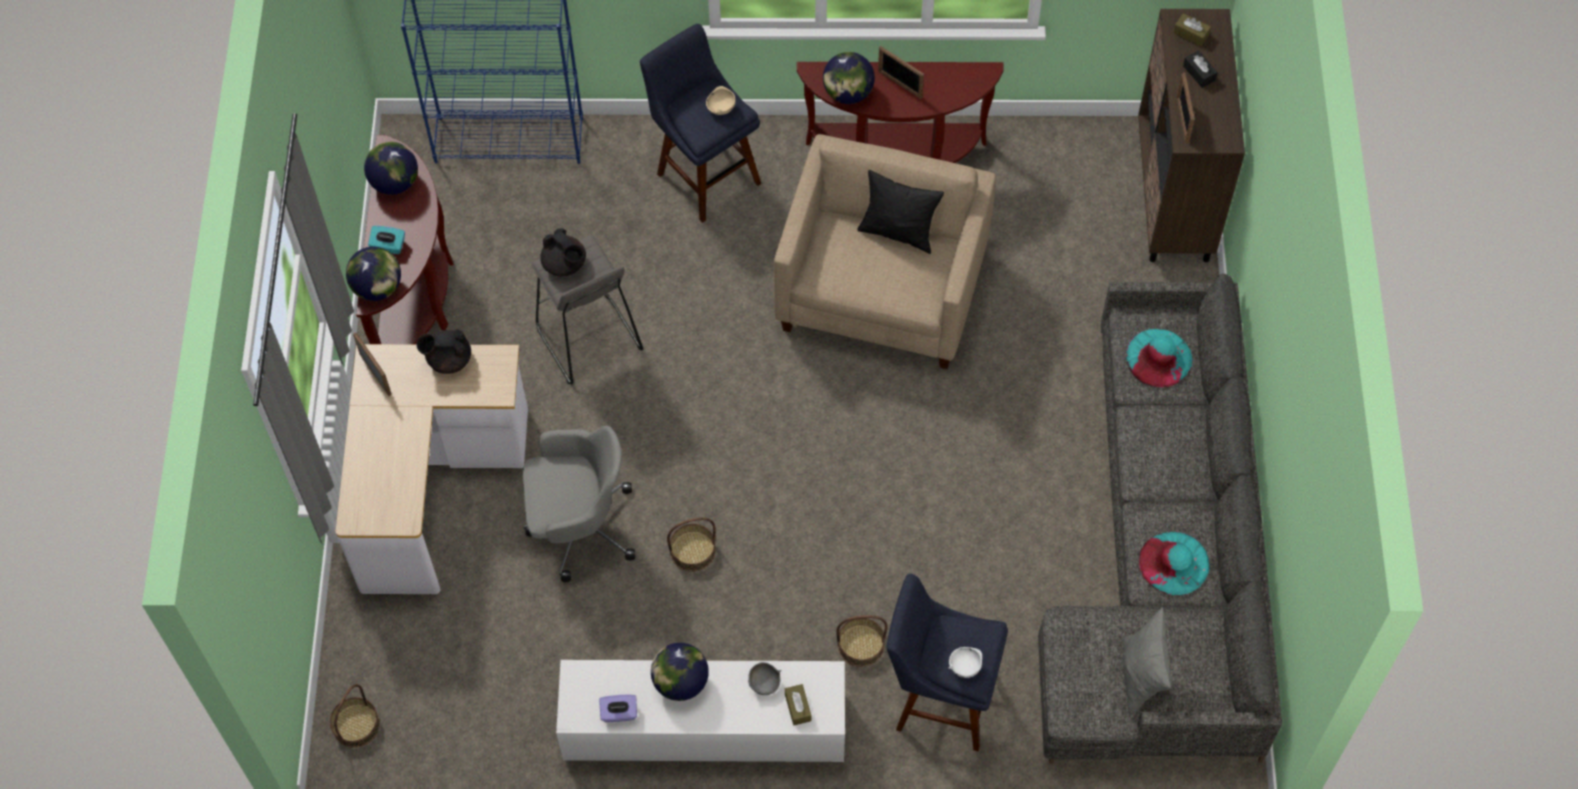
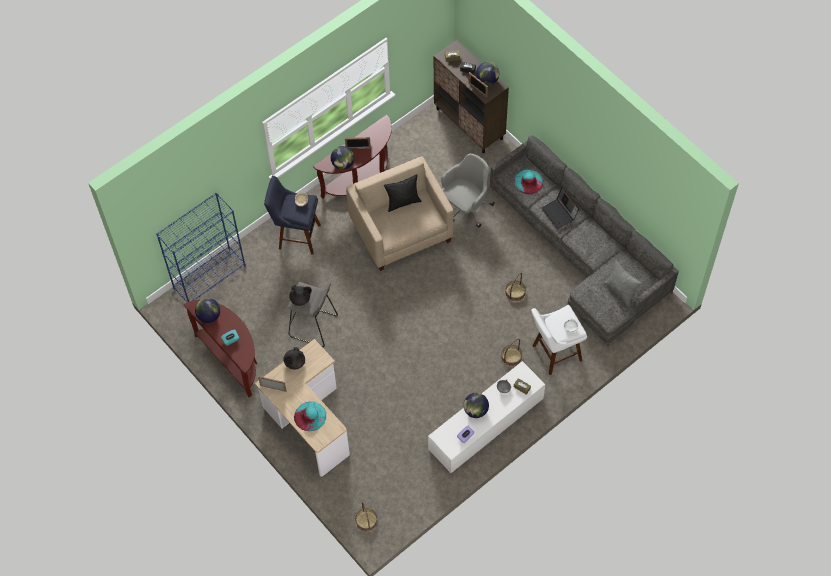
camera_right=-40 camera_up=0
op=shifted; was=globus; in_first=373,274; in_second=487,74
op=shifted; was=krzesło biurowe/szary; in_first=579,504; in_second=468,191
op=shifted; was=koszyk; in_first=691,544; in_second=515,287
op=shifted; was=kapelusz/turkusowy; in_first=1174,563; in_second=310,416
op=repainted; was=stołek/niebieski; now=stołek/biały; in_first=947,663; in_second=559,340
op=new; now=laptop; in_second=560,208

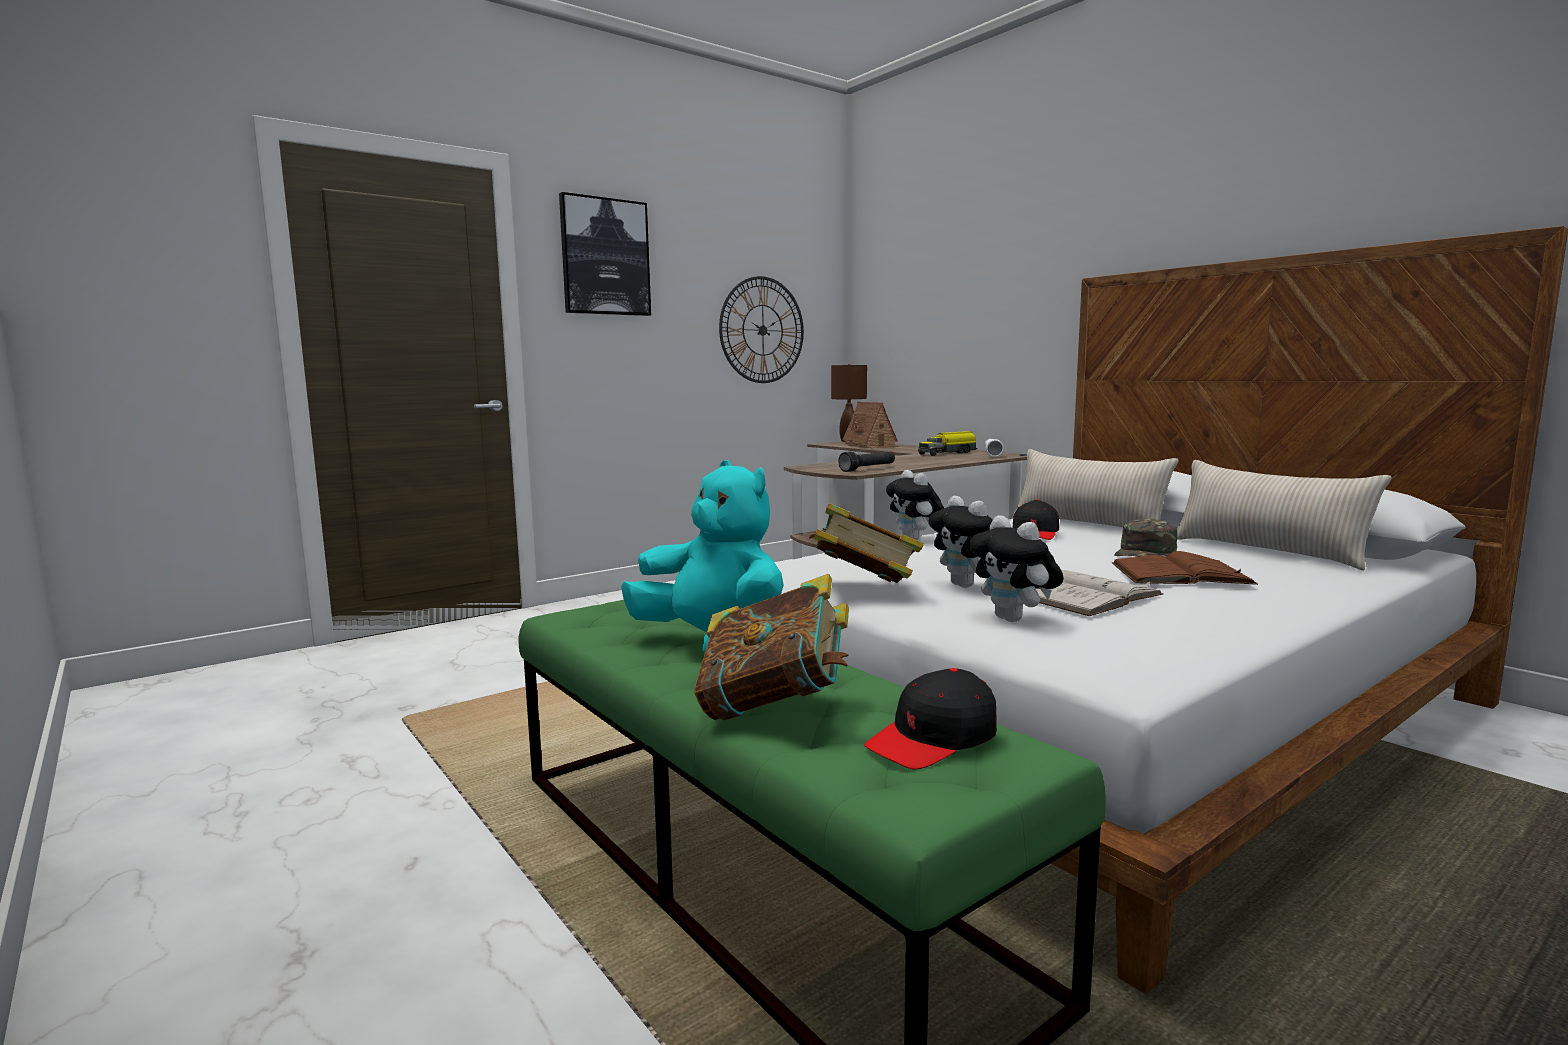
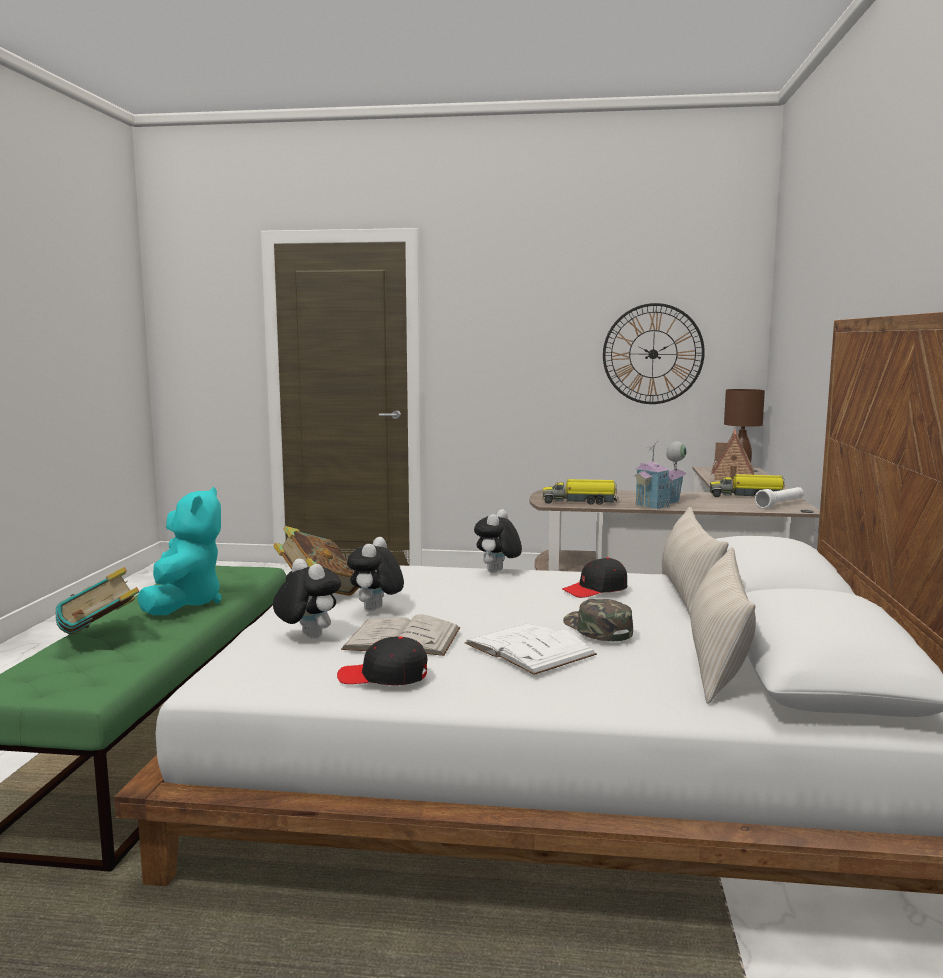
camera_right=45 camera_up=0
op=gone; was=obraz; in_first=605,254
op=swapped; was=latarka/czarny; now=ciężarówka zabawkowa; in_first=866,461; in_second=581,492
op=rotated; was=pluszak; in_first=1016,568; in_second=307,598; clockwise=120
op=rotated; was=czapka z daszkiem/zielony; in_first=1145,538; in_second=598,620; clockwise=75
op=repainted; was=książka/brązowy; now=książka/biały; in_first=1185,568; in_second=531,649
op=shifted; was=czapka z daszkiem/czarny; in_first=930,718; in_second=382,660
op=new; now=domek; in_second=660,474

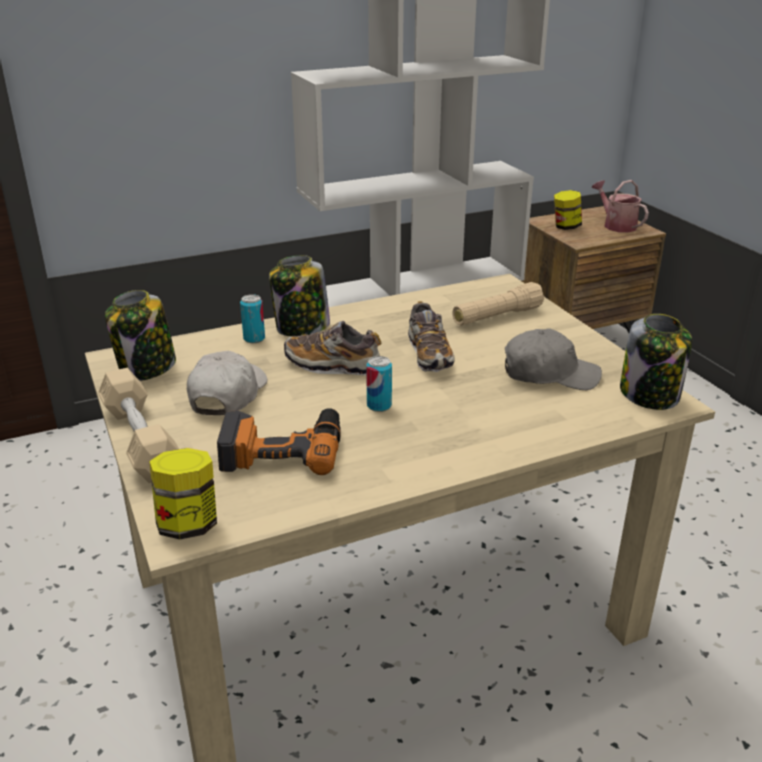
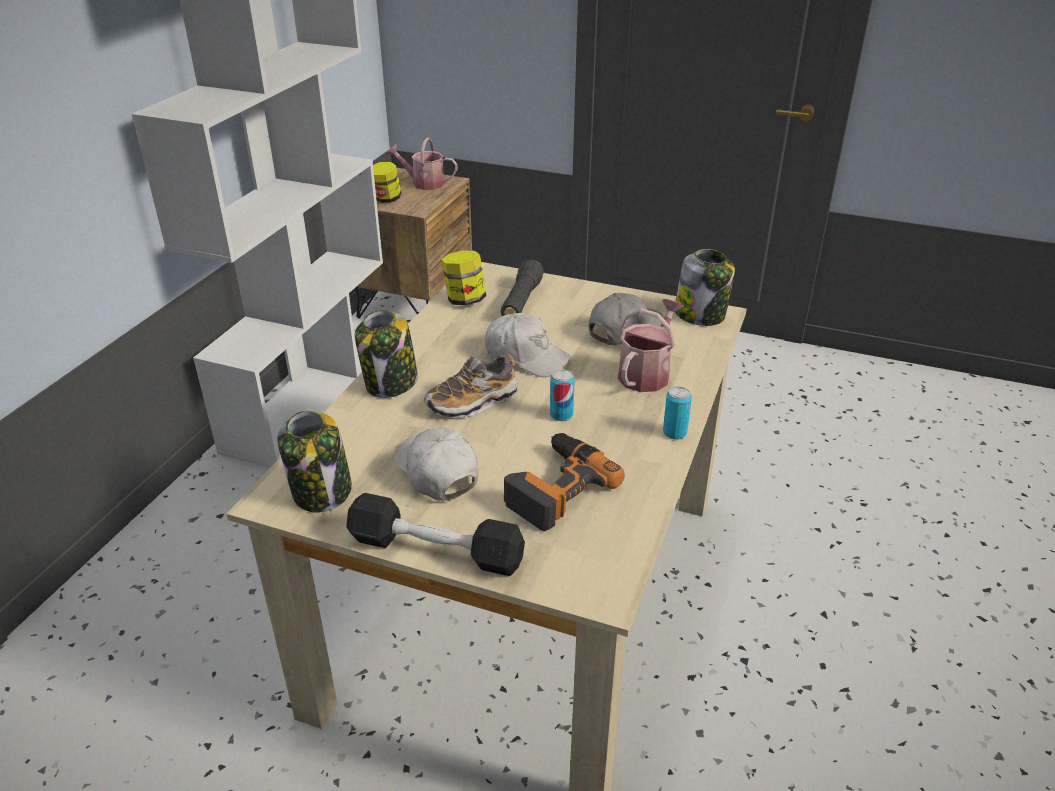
camera_right=-45 camera_up=5
op=repainted; was=latarka/beżowy; now=latarka/czarny; in_first=498,304; in_second=522,288
op=shifted; was=puszka; in_first=252,318; in_second=677,413
op=swapped; was=but; now=czapka z daszkiem/biały; in_first=431,336; in_second=528,345
op=repainted; was=hantel/beżowy; now=hantel/czarny; in_first=138,425; in_second=435,534
op=shifted; was=słoik; in_first=183,493; in_second=463,278
op=new; now=konewka; in_second=651,345

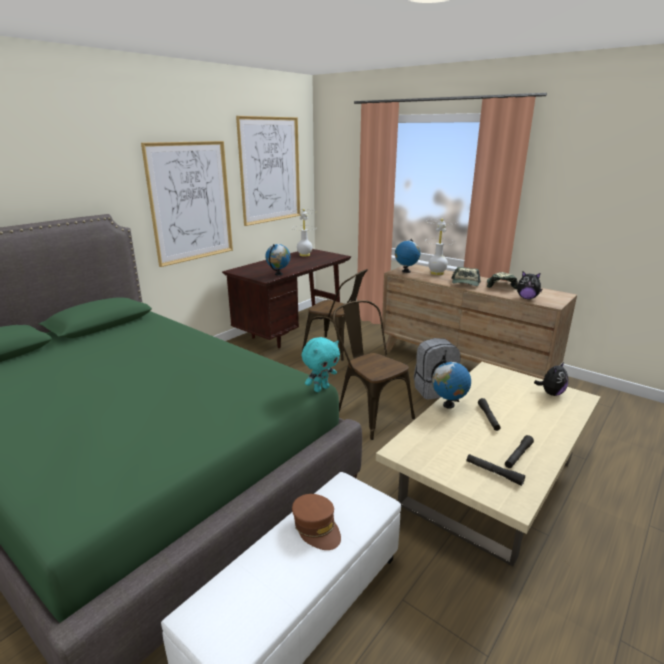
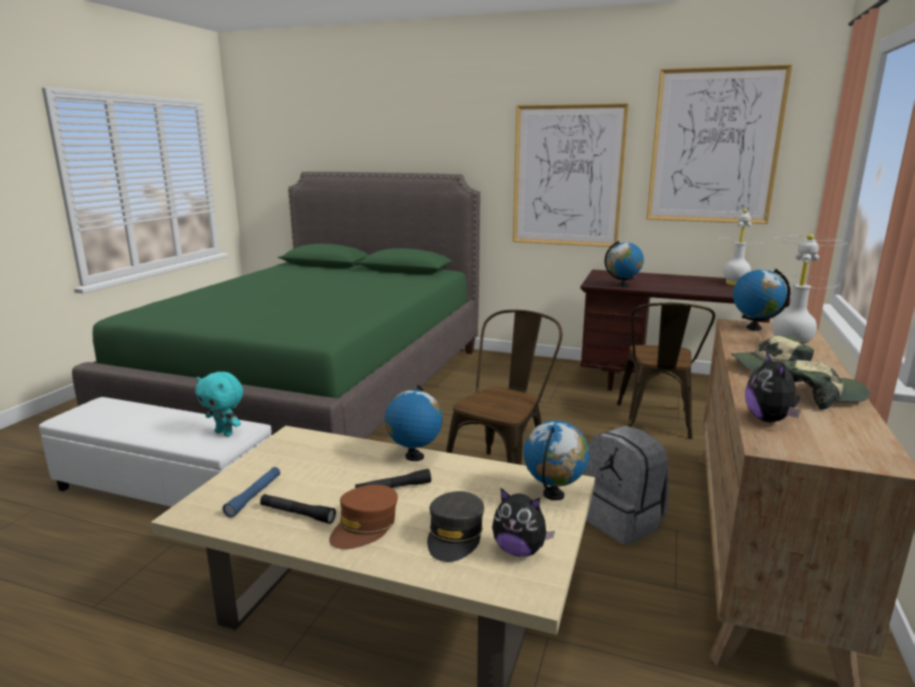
camera_right=70 camera_up=-5
op=shifted; was=pluszak/turkusowy; in_first=321,364; in_second=219,404
op=repainted; was=latarka/czarny; now=latarka/niebieski; in_first=496,470; in_second=251,492
op=shifted; was=czapka z daszkiem/brązowy; in_first=316,522; in_second=363,517
op=new; now=globus; in_second=556,460
op=new; now=czapka z daszkiem/szary; in_second=455,526

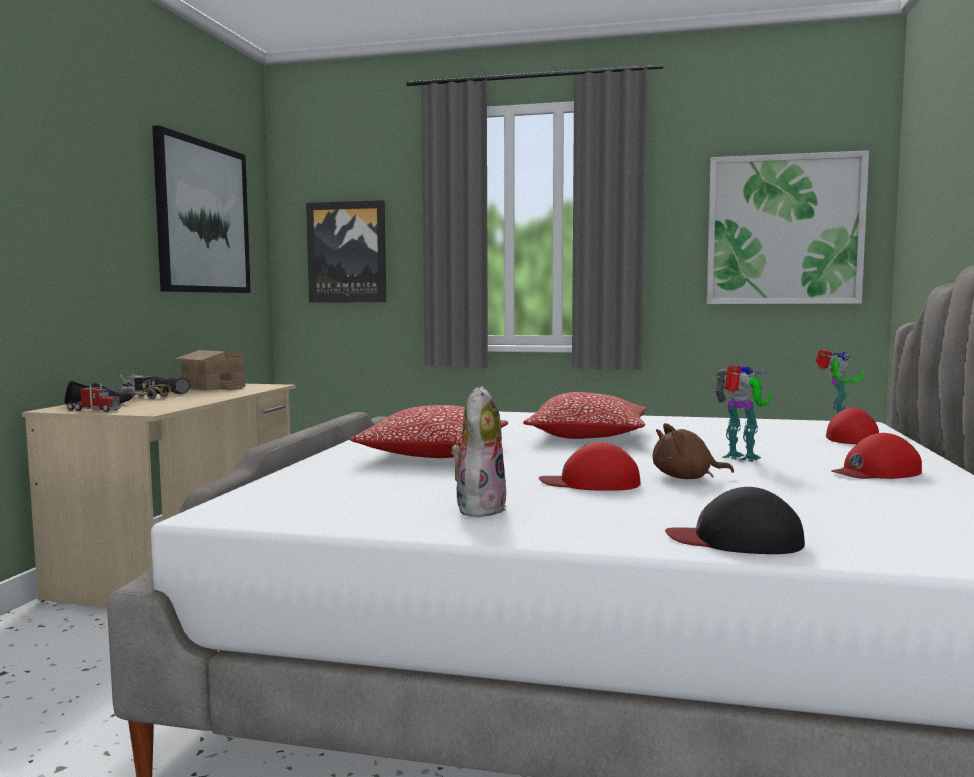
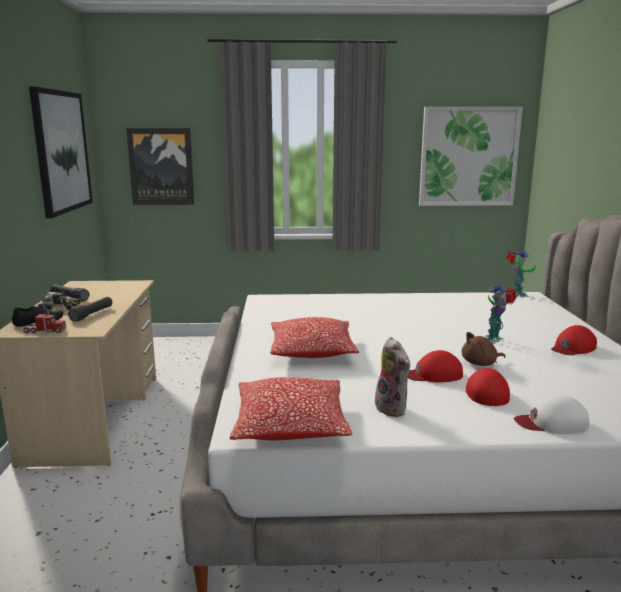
camera_right=-15 camera_up=10
op=gone; was=domek; in_first=211,370
op=rotated; was=robot zabawkowy; in_first=743,414; in_second=500,314; clockwise=-75
op=rotated; was=pluszak; in_first=479,451; in_second=392,377; clockwise=150
op=shifted; was=poduszka; in_first=584,415; in_second=291,408
op=shifted; was=czapka z daszkiem/czerwony; in_first=852,426; in_second=487,387
op=repainted; was=czapka z daszkiem/czarny; now=czapka z daszkiem/biały; in_first=735,520; in_second=551,414
op=new; now=latarka/czarny; in_second=90,309

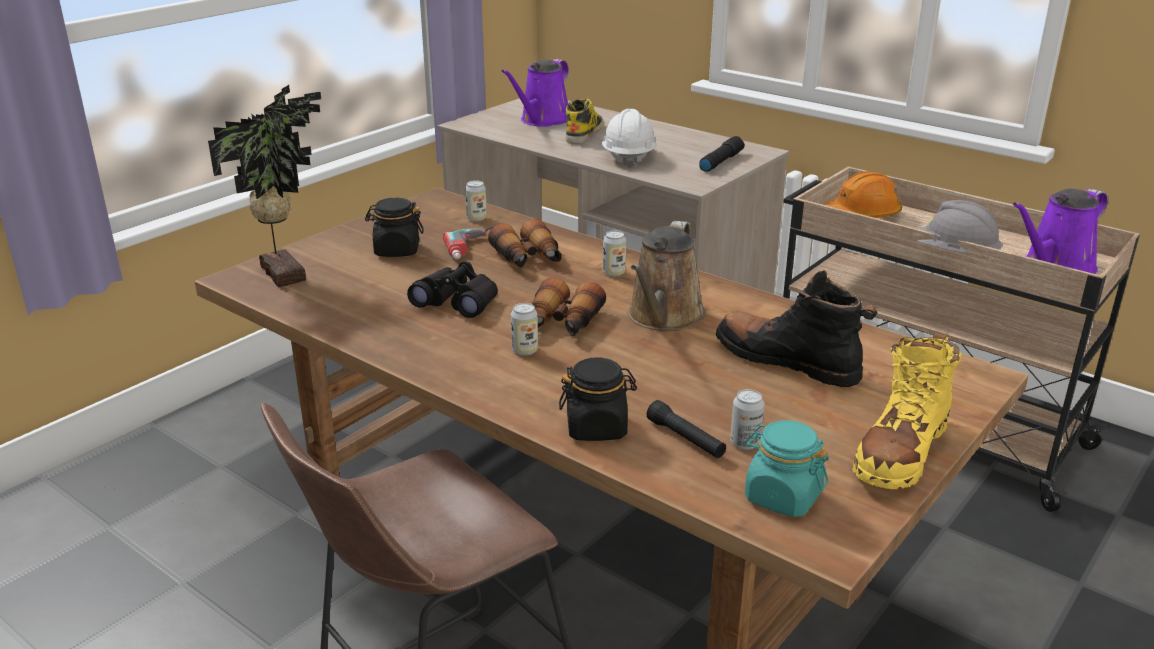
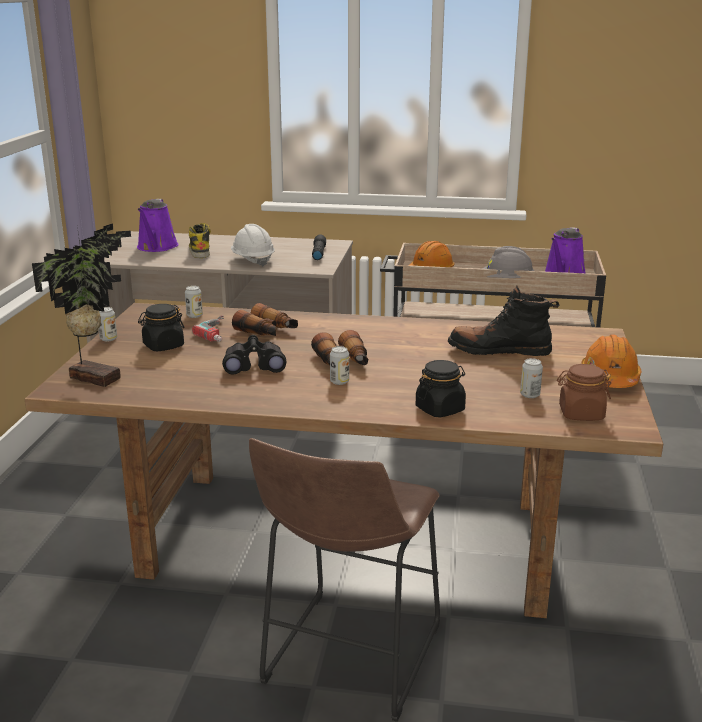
camera_right=-30 camera_up=-5
op=gone; was=konewka/brązowy; in_first=666,276
op=shifted; was=puszka; in_first=614,254; in_second=108,324
op=swapped; was=but z cholewką/żółty; now=kask/pomarańczowy; in_first=907,411; in_second=611,361
op=gone; was=latarka/czarny; in_first=686,429
op=repainted; was=słoik/turkusowy; now=słoik/brązowy; in_first=787,468; in_second=584,392

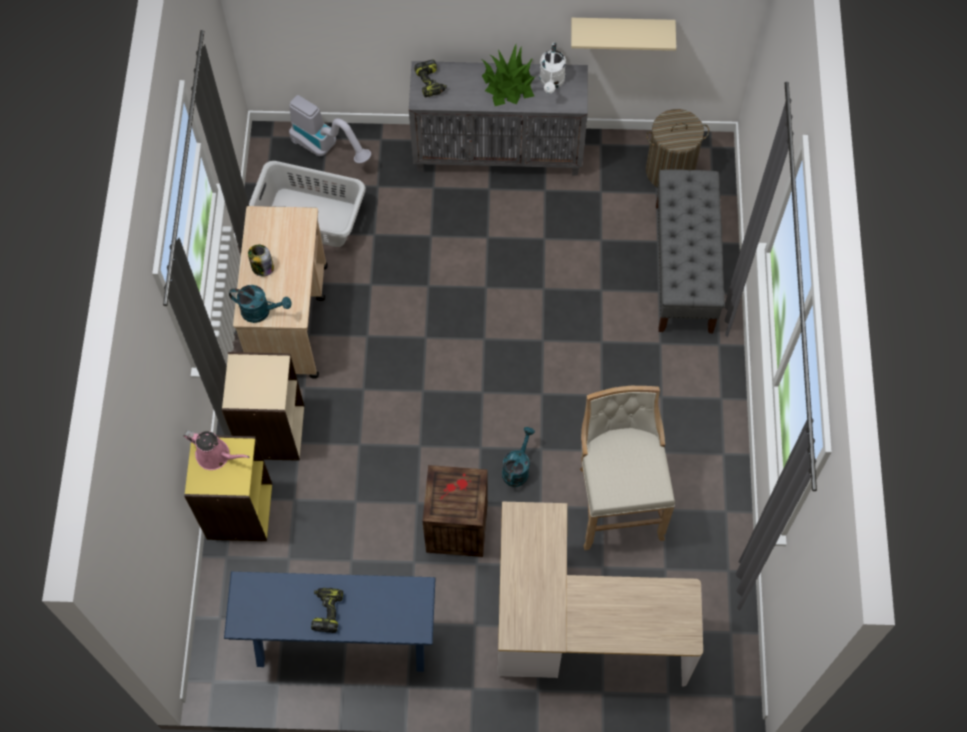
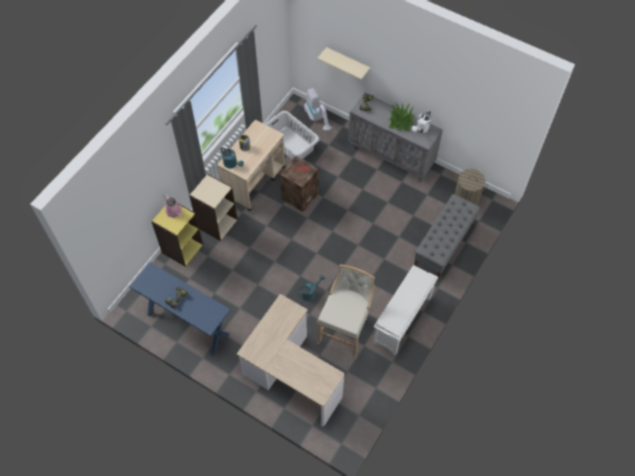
camera_right=30 camera_up=-5
op=shifted; was=półka/beżowy; in_first=623,34; in_second=343,63
op=shifted; was=skrzynka; in_first=455,511; in_second=299,184
op=new; now=regał na buty/biały; in_second=405,310

